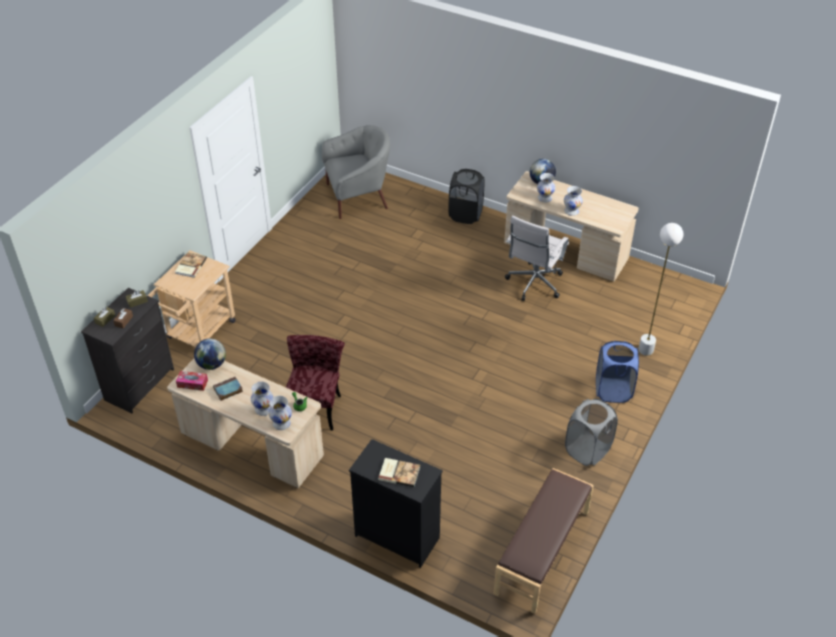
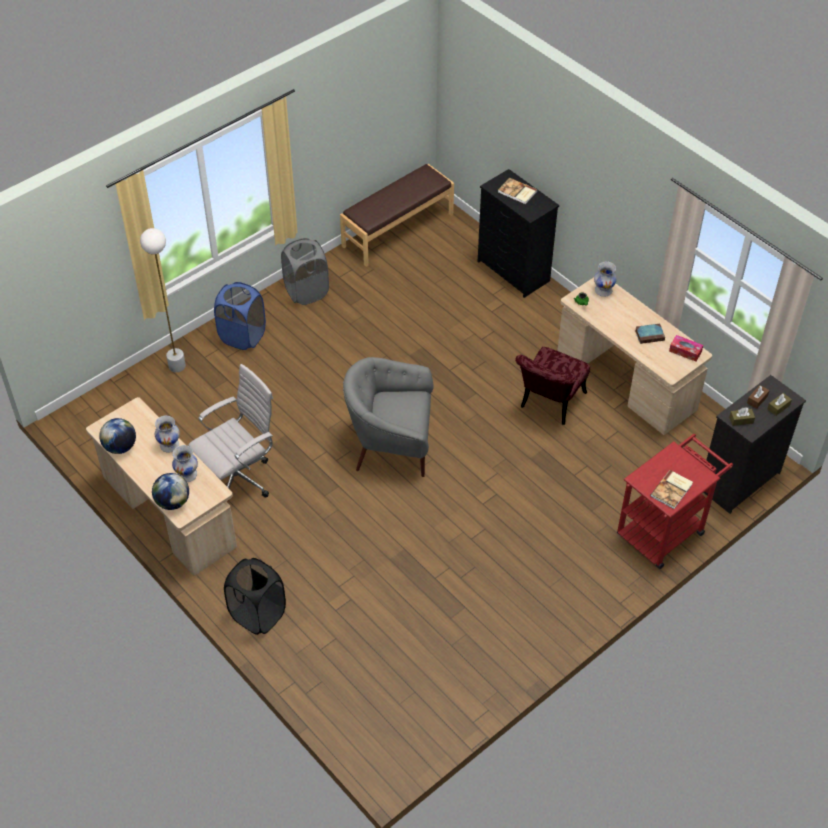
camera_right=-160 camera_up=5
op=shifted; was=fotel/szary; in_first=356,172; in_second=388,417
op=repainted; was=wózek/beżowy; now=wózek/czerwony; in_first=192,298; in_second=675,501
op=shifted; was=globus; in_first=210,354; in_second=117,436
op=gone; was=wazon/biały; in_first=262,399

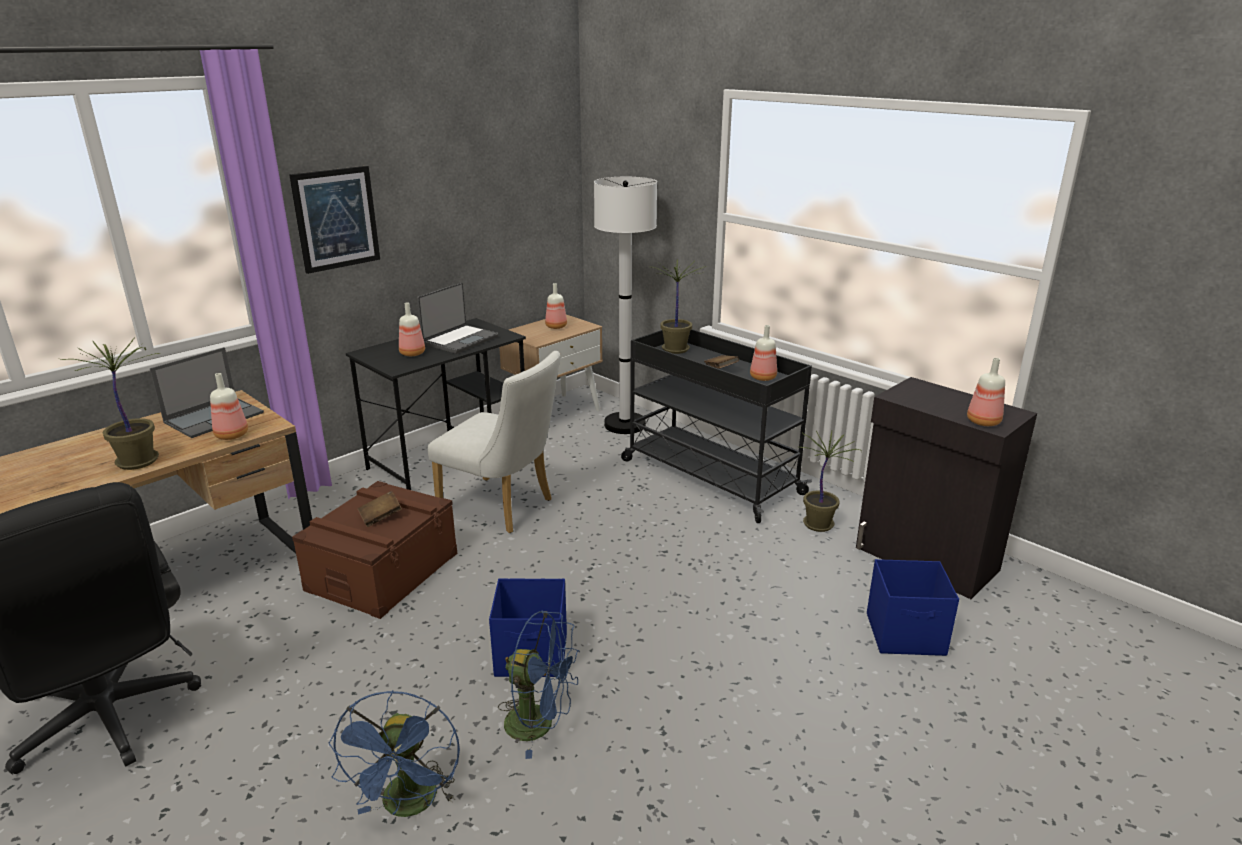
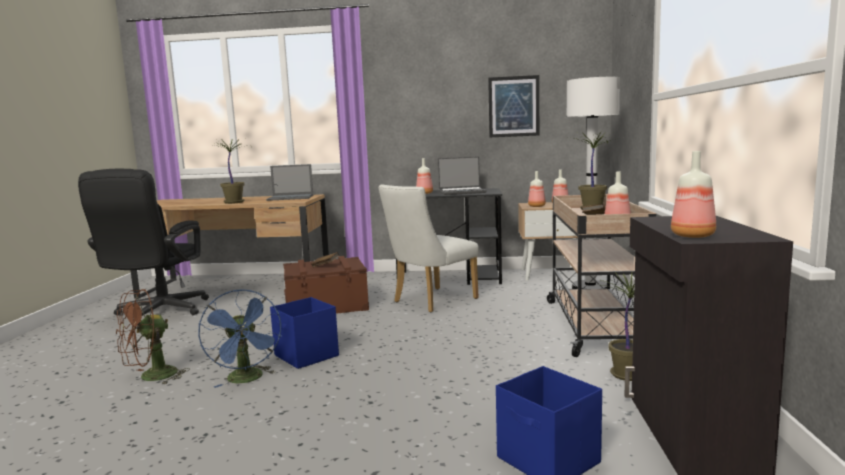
camera_right=50 camera_up=-15
op=shifted; was=obraz; in_first=334,220; in_second=513,106
op=repainted; was=wózek/czarny; now=wózek/beżowy; in_first=716,426; in_second=601,275
op=rotated; was=krzesło/biały; in_first=493,442; in_second=429,249; clockwise=60
op=shifted; was=butelka; in_first=229,406; in_second=537,189
op=repainted; was=wentylator/niebieski; now=wentylator/brązowy; in_first=394,753; in_second=153,337

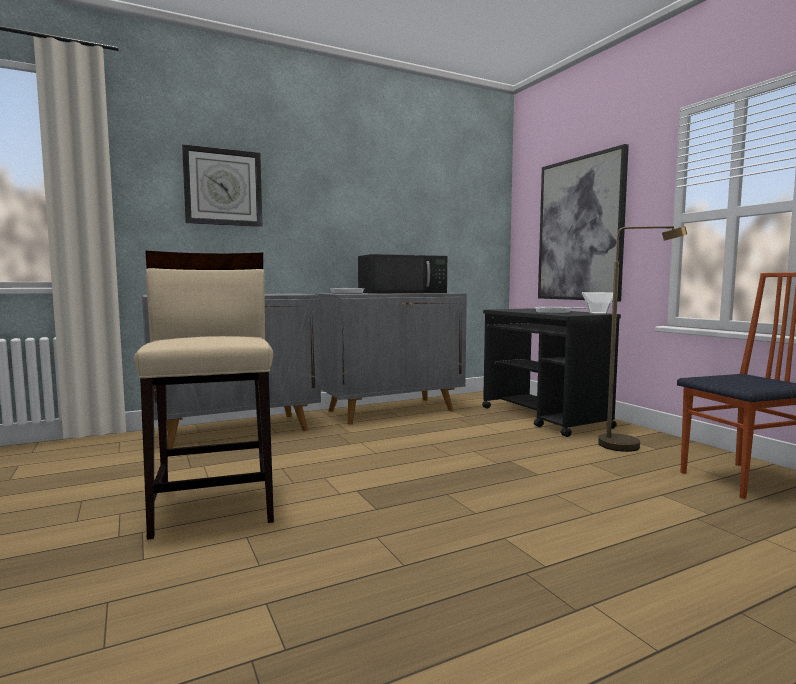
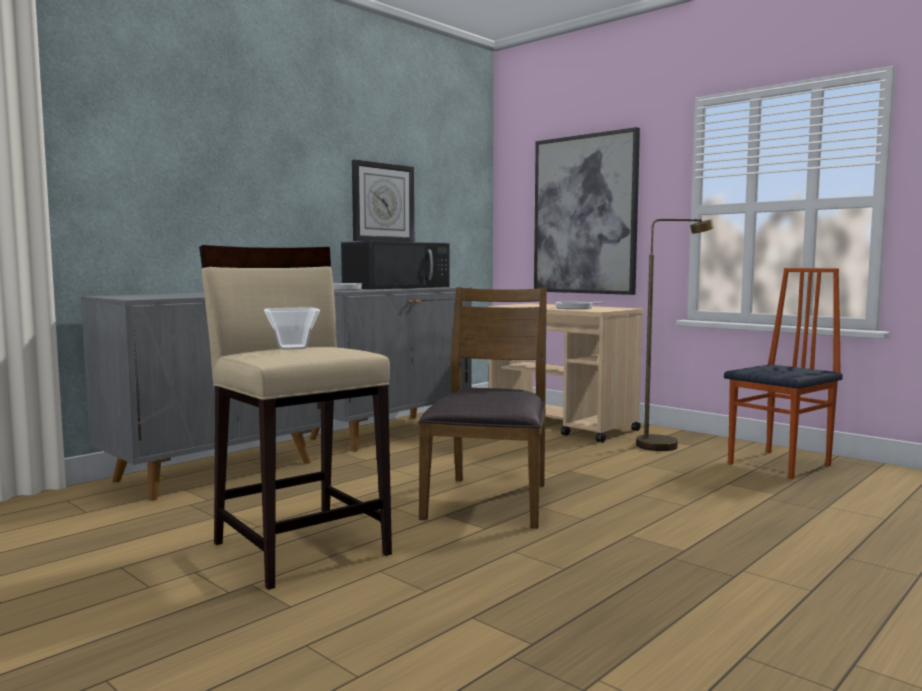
camera_right=-20 camera_up=0
op=shifted; was=zegar ścienny; in_first=222,185; in_second=383,200
op=shifted; was=miska; in_first=597,303; in_second=292,329
op=repainted; was=wózek/czarny; now=wózek/beżowy; in_first=551,372; in_second=565,373
op=new; now=krzesło/brązowy; in_second=483,408

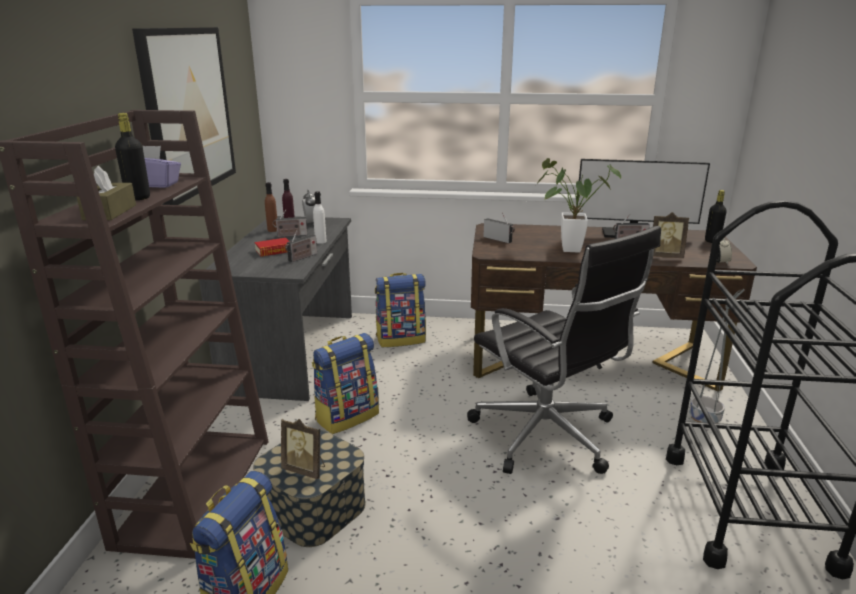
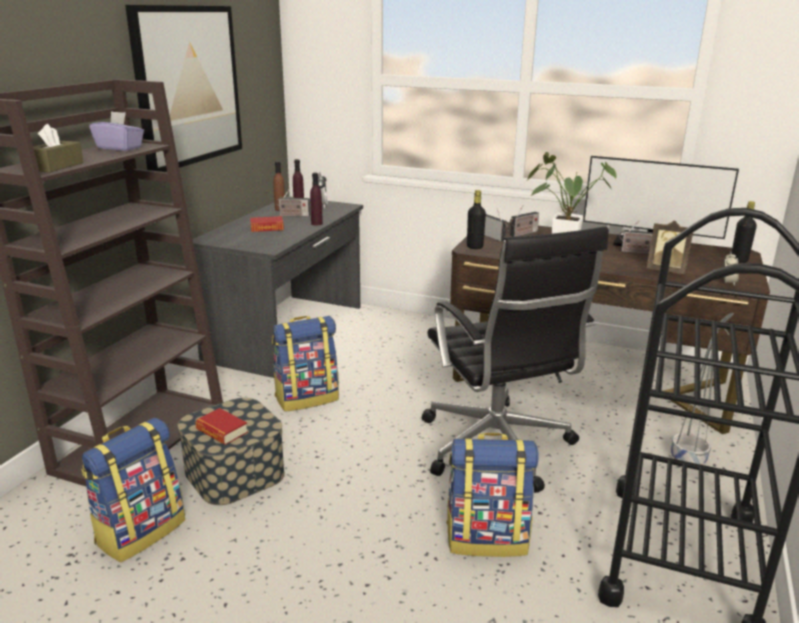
camera_right=15 camera_up=0
op=shifted; was=butelka/czarny; in_first=132,156; in_second=476,219
op=repainted; was=butelka/biały; now=butelka/fioletowy; in_first=320,217; in_second=316,199
op=shifted; was=radio; in_first=301,246; in_second=524,221
op=shifted; was=plecak; in_first=400,310; in_second=492,495
op=swapped; was=ramka na zdjęcie; now=książka; in_first=303,449; in_second=221,426

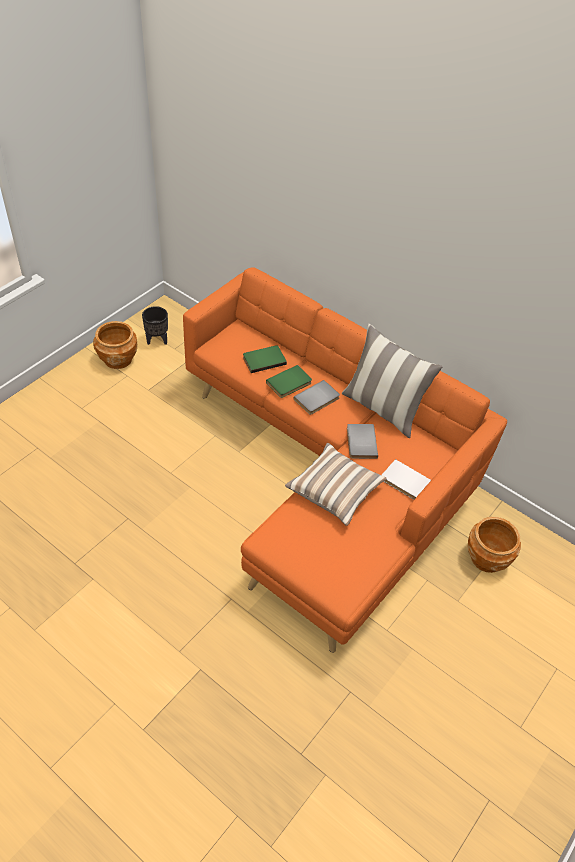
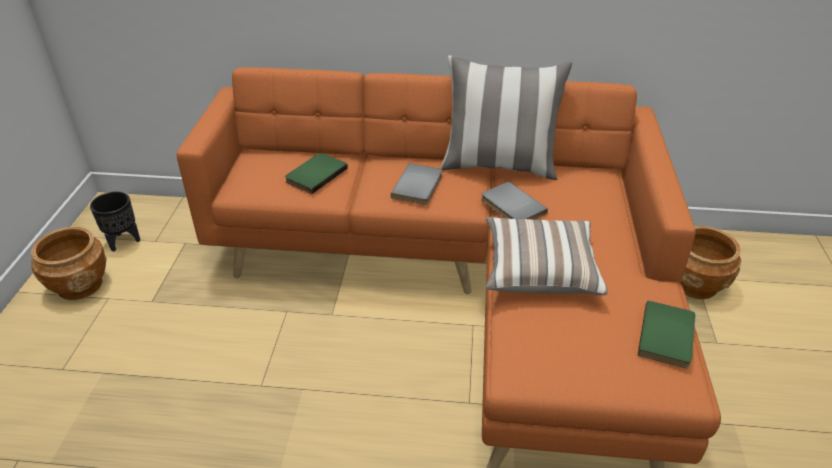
camera_right=-30 camera_up=-10
op=shifted; was=książka/zielony; in_first=289,381; in_second=666,334
op=gone; was=książka/biały; in_first=406,479

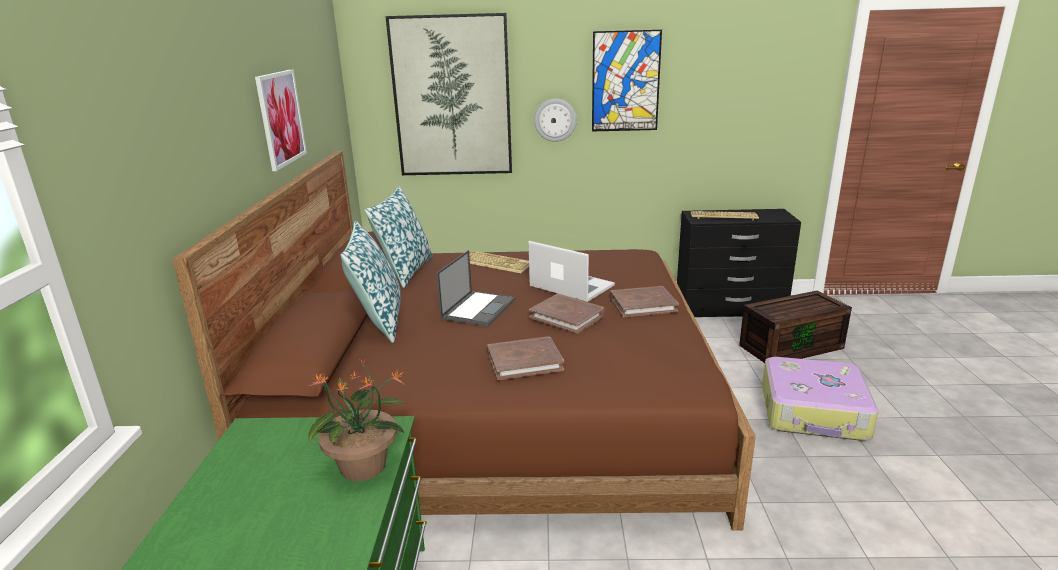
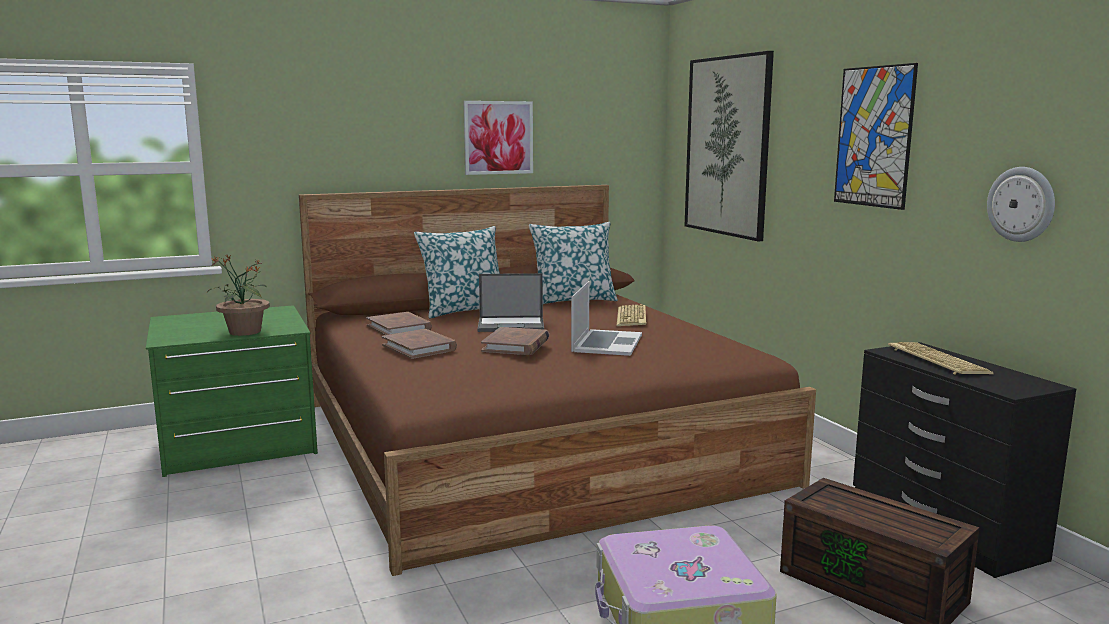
camera_right=65 camera_up=-10
op=shifted; was=zegar ścienny; in_first=555,120; in_second=1021,204
op=shifted; was=książka/brązowy; in_first=644,301; in_second=399,323

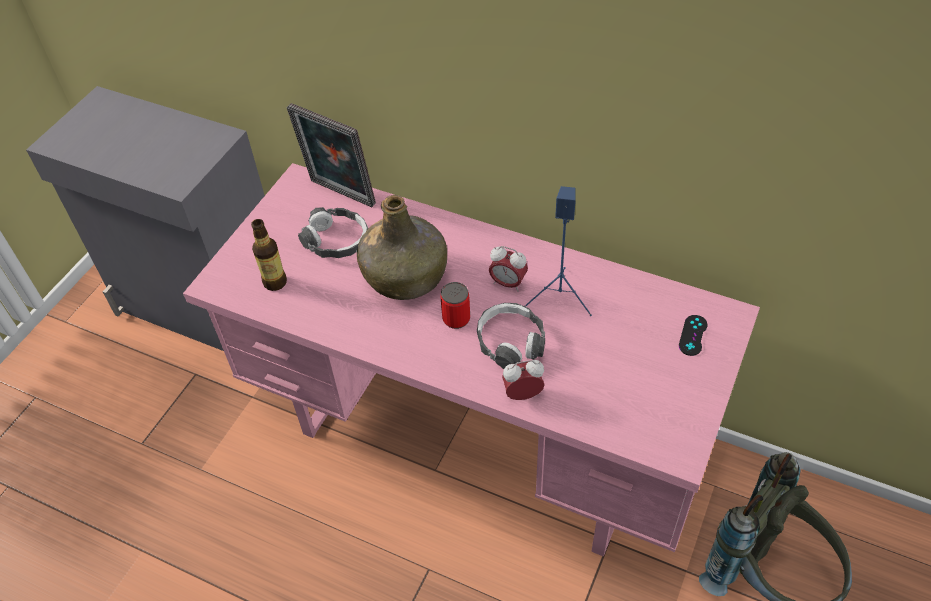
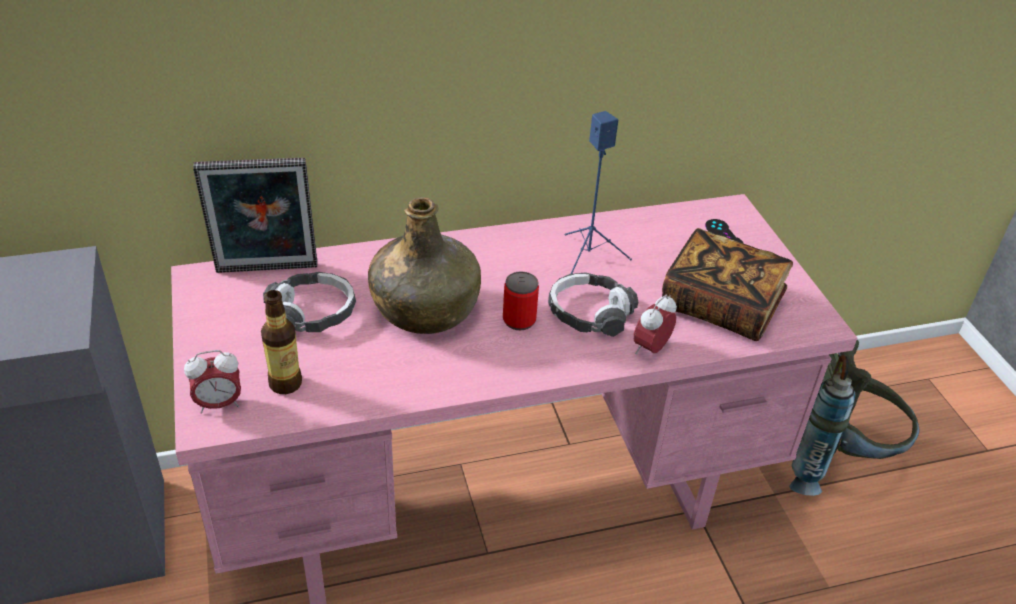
camera_right=-45 camera_up=-10
op=shifted; was=budzik; in_first=508,269; in_second=212,382
op=new; now=książka; in_second=727,284

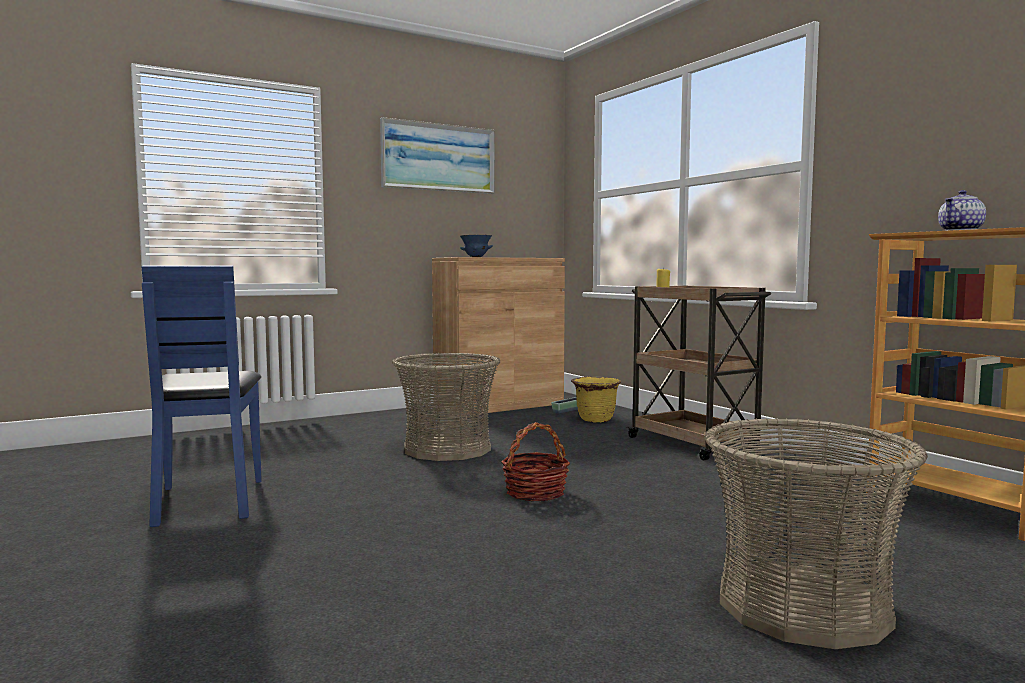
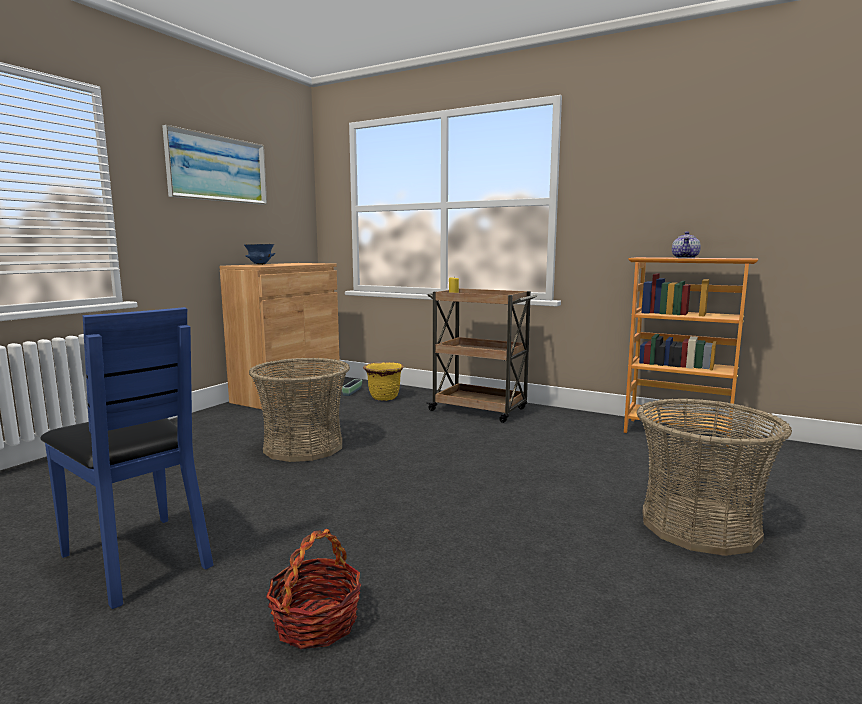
camera_right=-30 camera_up=5
op=shifted; was=koszyk; in_first=535,462; in_second=313,589

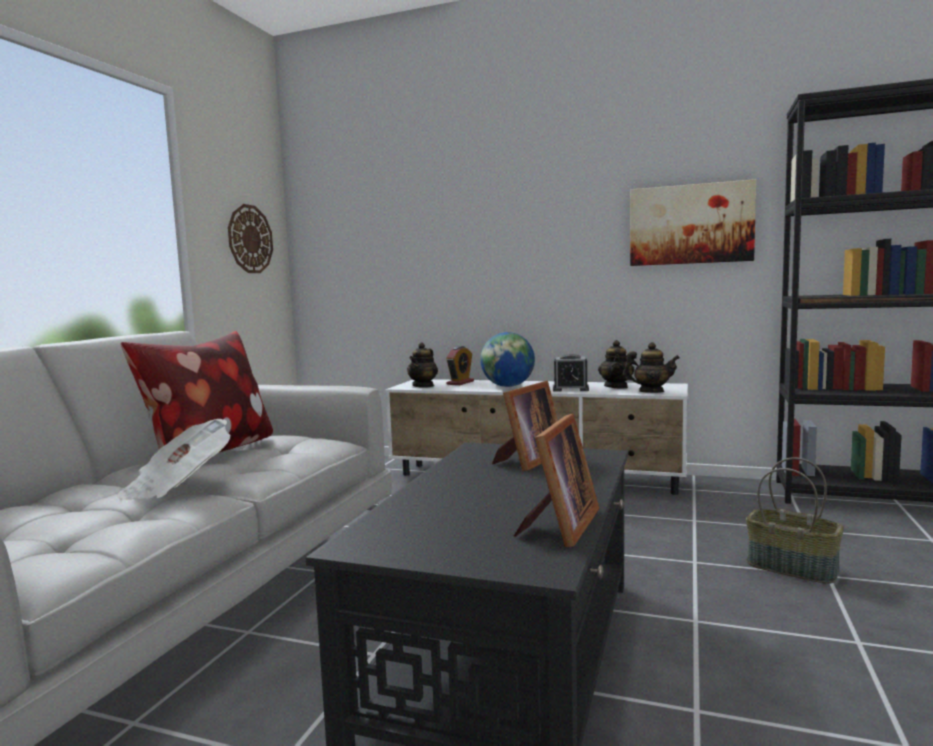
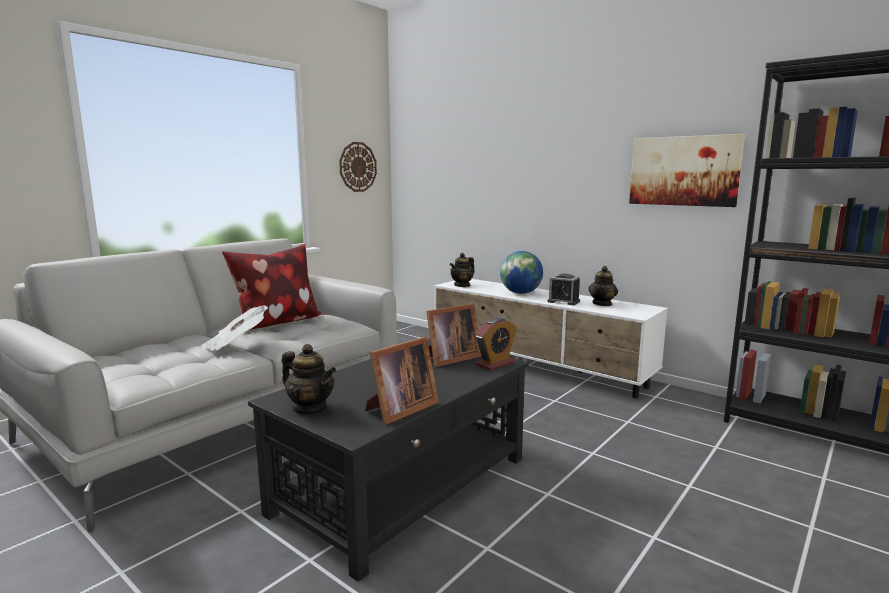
camera_right=20 camera_up=5
op=shifted; was=imbryk; in_first=651,367; in_second=309,379
op=shifted; was=budzik; in_first=460,365; in_second=496,343
op=gone; was=koszyk; in_first=795,520

